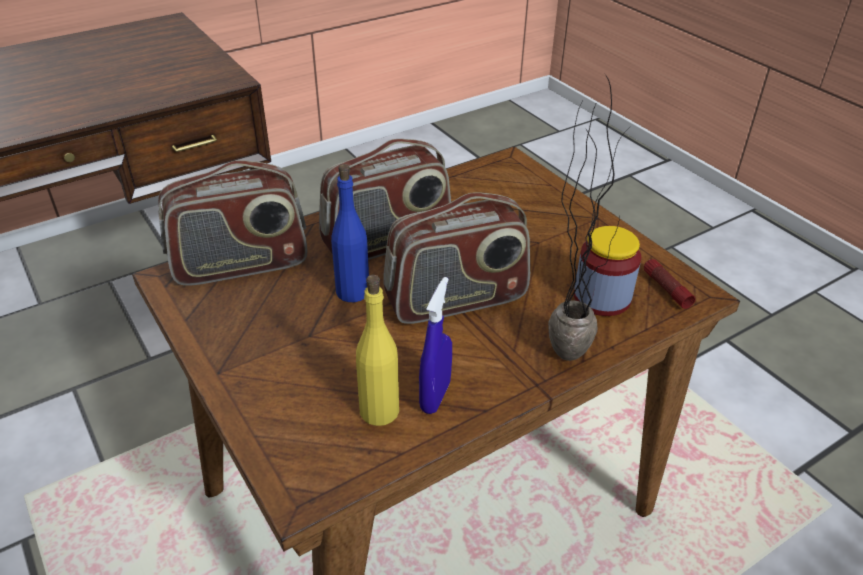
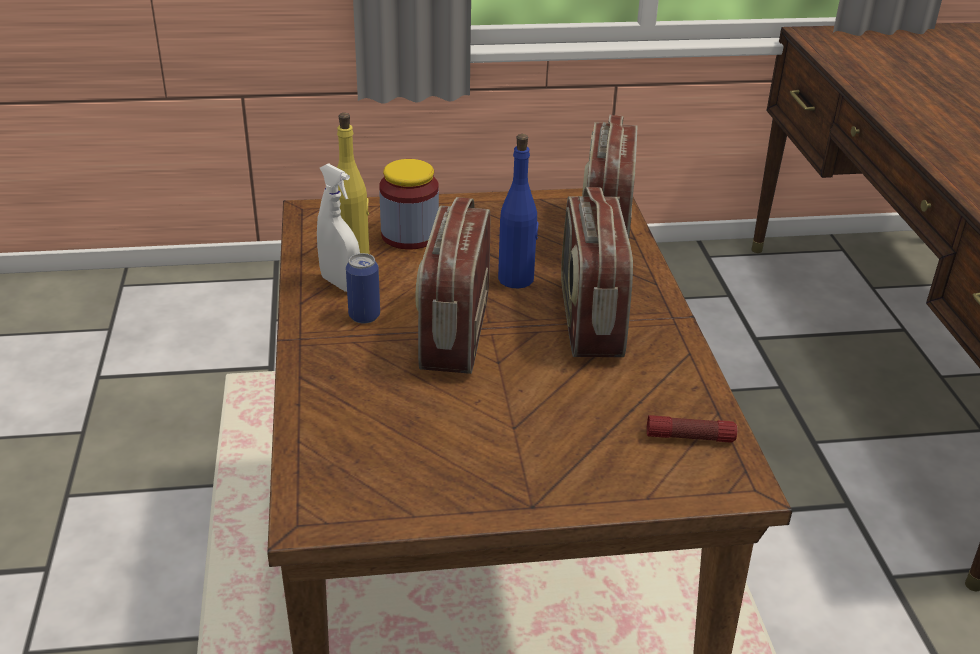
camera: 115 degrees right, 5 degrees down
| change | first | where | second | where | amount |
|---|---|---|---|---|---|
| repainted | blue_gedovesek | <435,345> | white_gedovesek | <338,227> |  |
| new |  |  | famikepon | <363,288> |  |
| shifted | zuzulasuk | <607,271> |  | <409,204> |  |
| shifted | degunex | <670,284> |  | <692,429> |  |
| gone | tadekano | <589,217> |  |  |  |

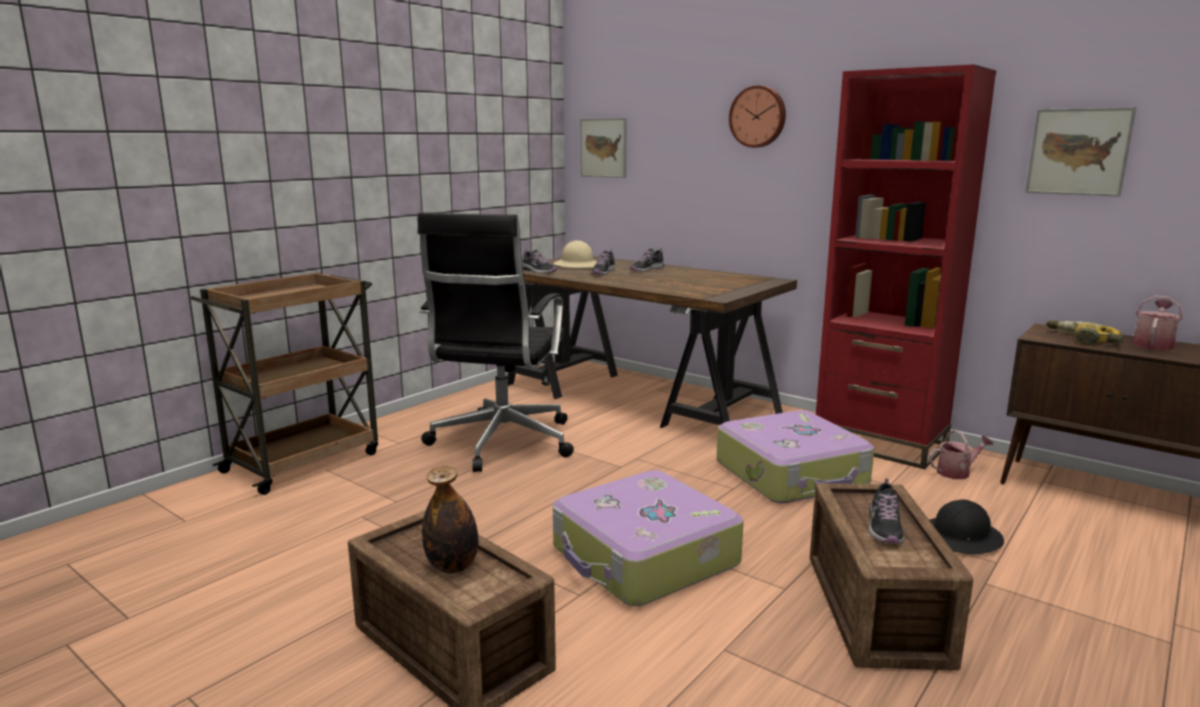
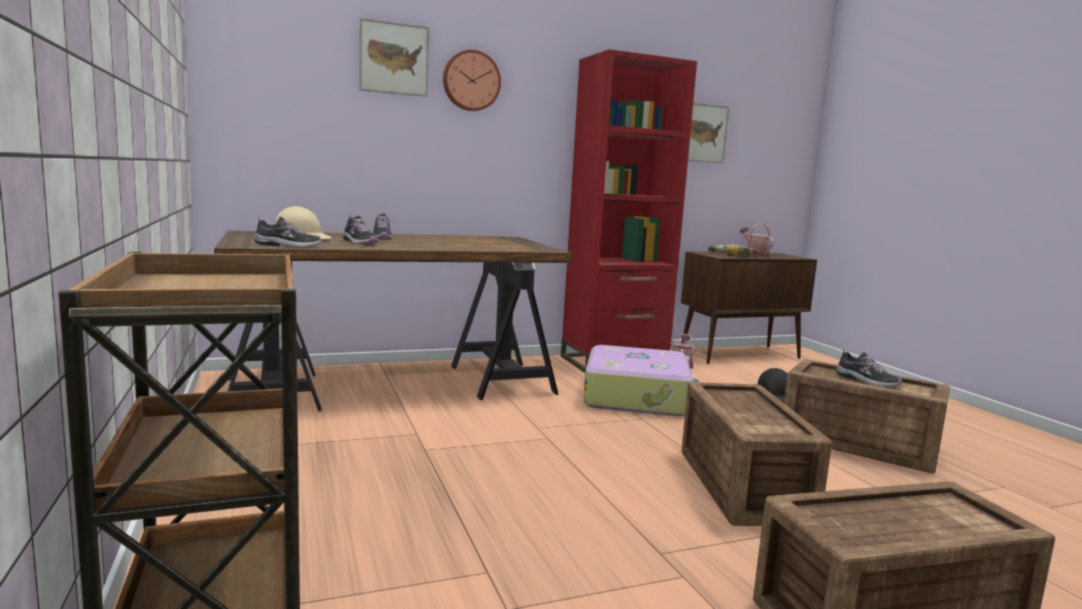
camera: 60 degrees left, 5 degrees down
| change | first | where | second | where | amount |
|---|---|---|---|---|---|
| shifted | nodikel | <603,148> |  | <394,57> |  |
| swapped | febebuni | <648,538> | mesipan | <757,454> |  |
| gone | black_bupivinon | <496,342> |  |  |  |
| gone | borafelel | <450,519> |  |  |  |

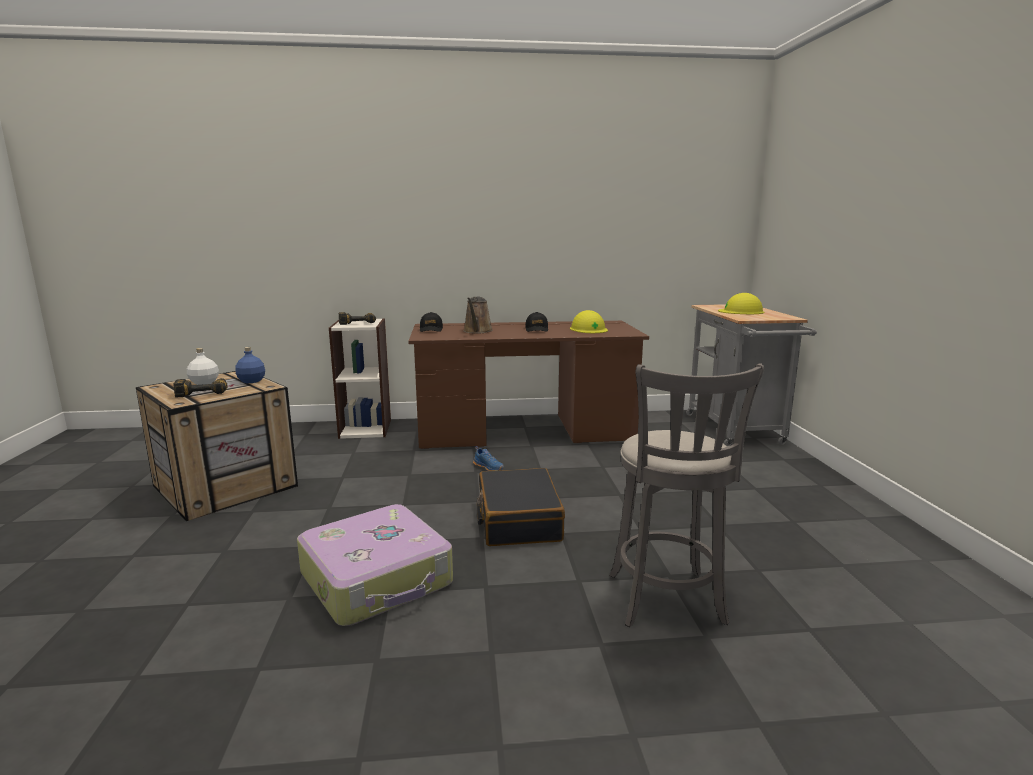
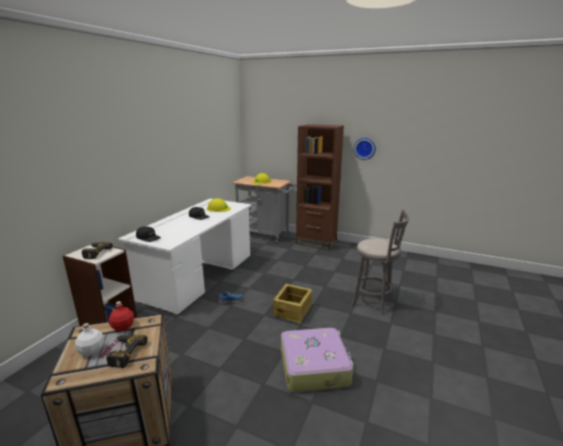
camera: 60 degrees left, 5 degrees up
| change | first | where | second | where | amount |
|---|---|---|---|---|---|
| repainted | blue_borafelel | <250,365> | red_borafelel | <121,316> |  |
| repainted | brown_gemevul | <528,385> | white_gemevul | <185,256> |  |
| swapped | black_febebuni | <520,507> | mesipan | <292,304> |  |
| new |  |  | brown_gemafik | <320,187> |  |
| new |  |  | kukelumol | <365,149> |  |
| gone | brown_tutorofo | <478,315> |  |  |  |

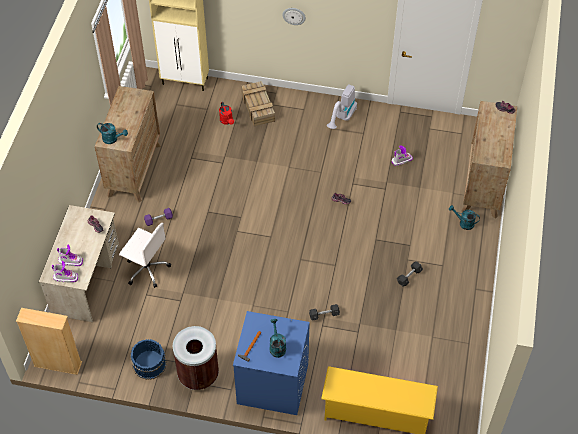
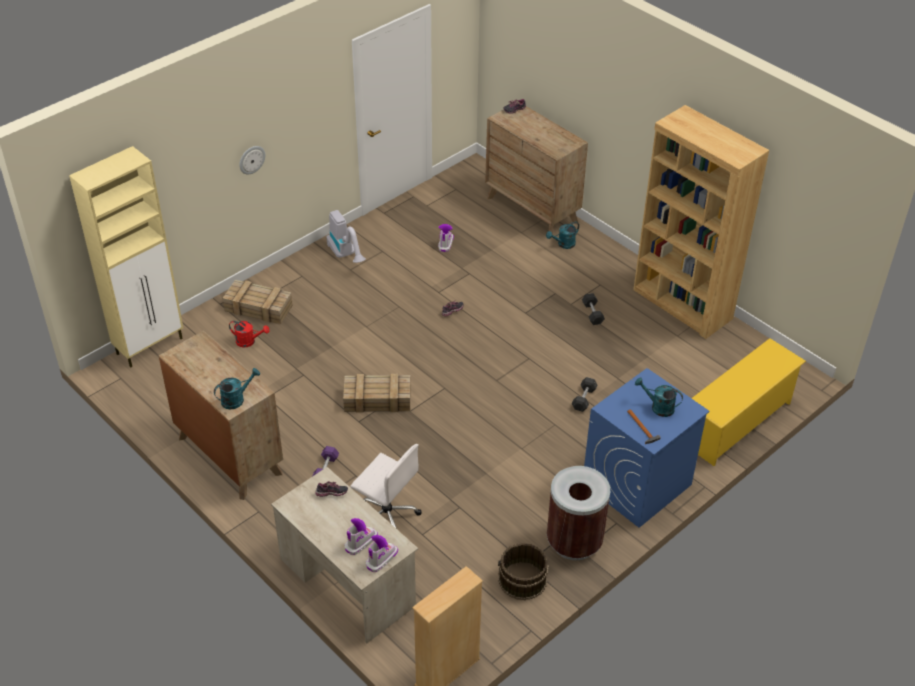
camera: 55 degrees left, 10 degrees down
| change | first | where | second | where | amount |
|---|---|---|---|---|---|
| new |  |  | mesipan | <376,393> |  |
| rotated | white_bupivinon | <145,255> |  | <386,486> | 60 degrees clockwise |
| repainted | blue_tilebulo | <148,359> | brown_tilebulo | <523,571> |  |
| new |  |  | brown_gemafik | <701,222> |  |

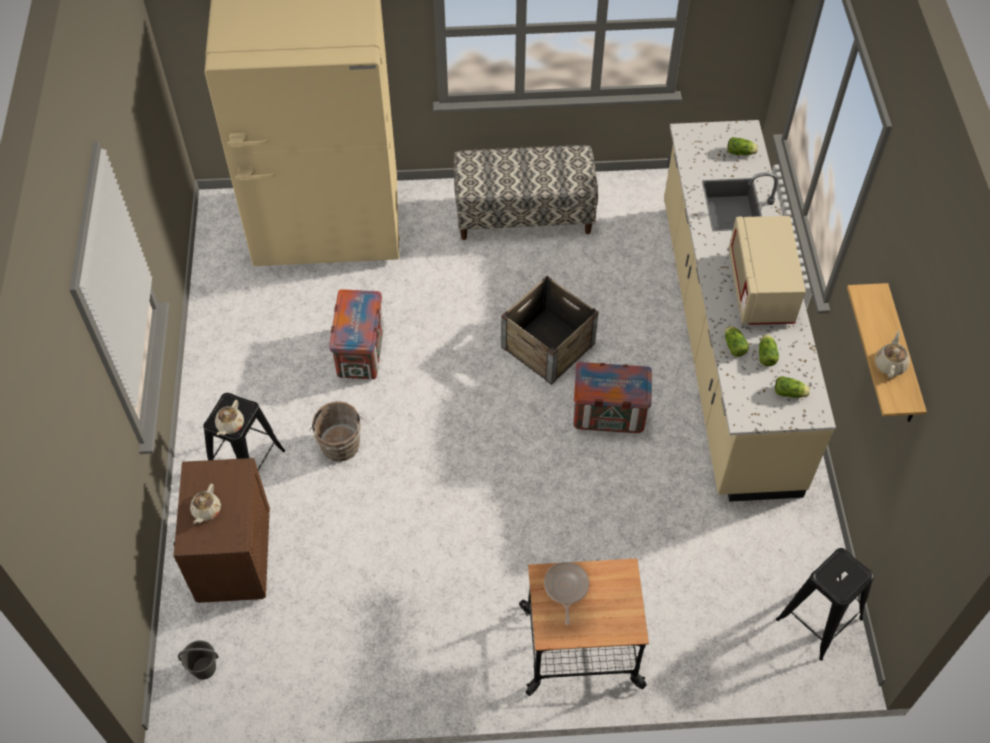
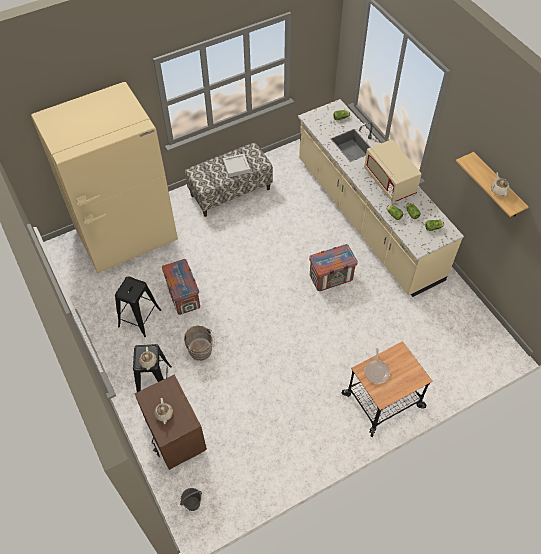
camera: 25 degrees left, 0 degrees up
| change | first | where | second | where | amount |
|---|---|---|---|---|---|
| shifted | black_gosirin | <825,604> |  | <138,306> |  |
| new |  |  | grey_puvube | <236,165> |  |
| rotated | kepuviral | <566,593> |  | <377,366> | 150 degrees counterclockwise |
| gone | mesipan | <550,330> |  |  |  |

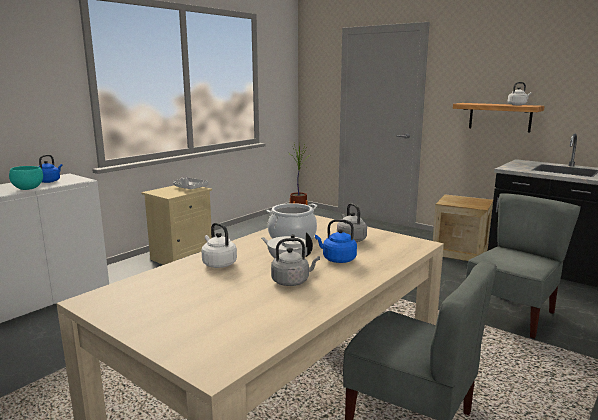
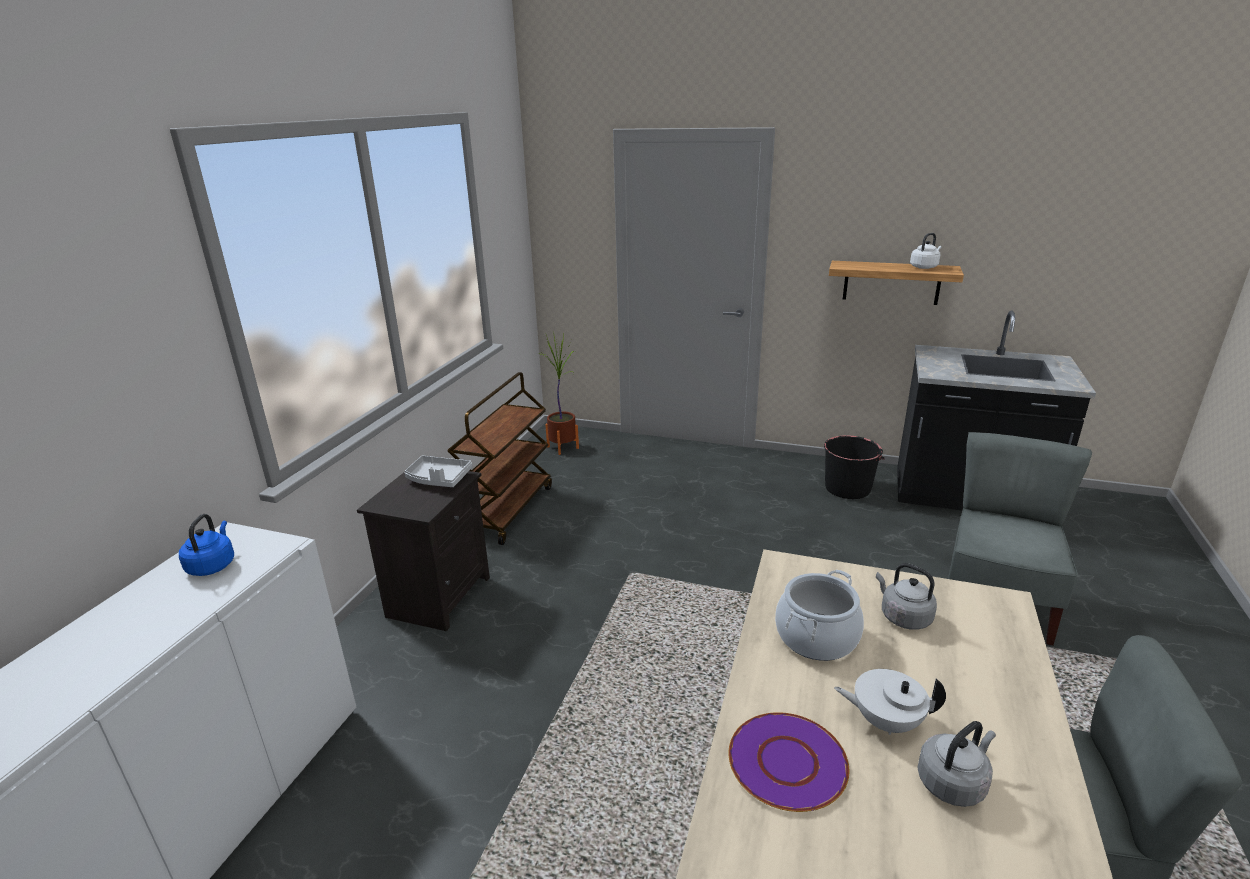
camera: 20 degrees left, 10 degrees up
| change | first | where | second | where | amount |
|---|---|---|---|---|---|
| repainted | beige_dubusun | <176,225> | black_dubusun | <423,551> |  |
| new |  |  | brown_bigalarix | <500,458> |  |
| swapped | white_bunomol | <219,245> | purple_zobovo | <788,762> |  |
| swapped | mesipan | <463,227> | black_tilebulo | <854,467> |  |
| gone | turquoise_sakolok | <26,178> |  |  |  |
| gone | blue_bunomol | <336,241> |  |  |  |

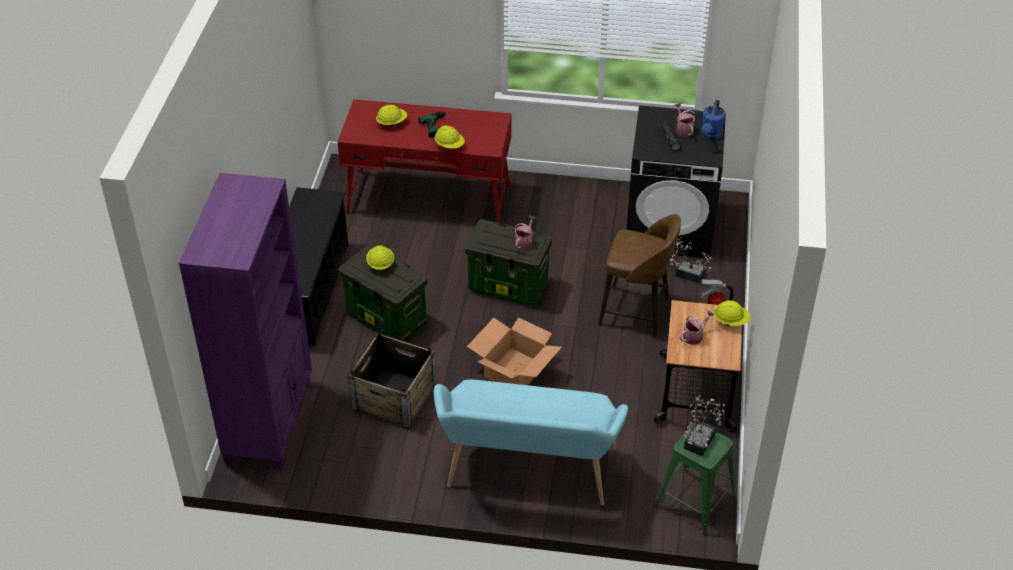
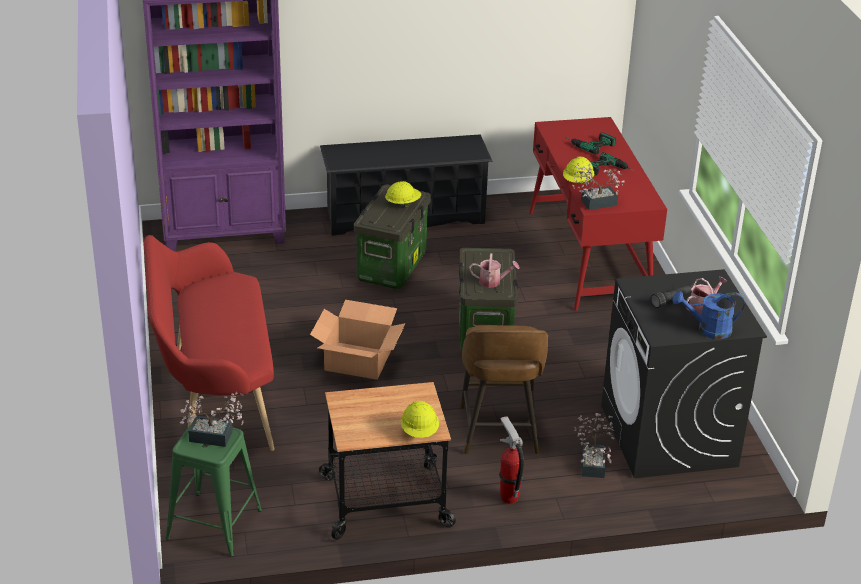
camera: 70 degrees right, 10 degrees down
| change | first | where | second | where | amount |
|---|---|---|---|---|---|
| repainted | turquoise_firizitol | <531,442> | red_firizitol | <209,343> |  |
| swapped | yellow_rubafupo | <391,116> | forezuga | <591,143> |  |
| new |  |  | tadekano | <598,186> |  |
| gone | mesipan | <392,380> |  |  |  |
| gone | tutorofo | <697,327> |  |  |  |

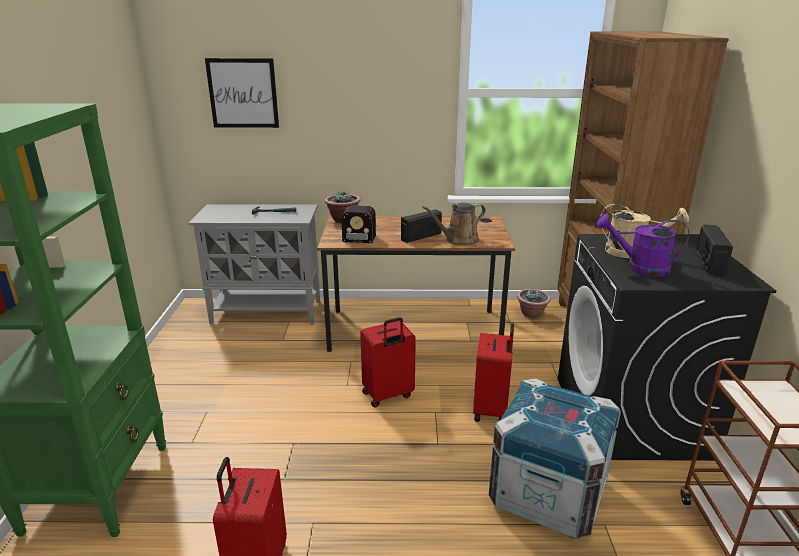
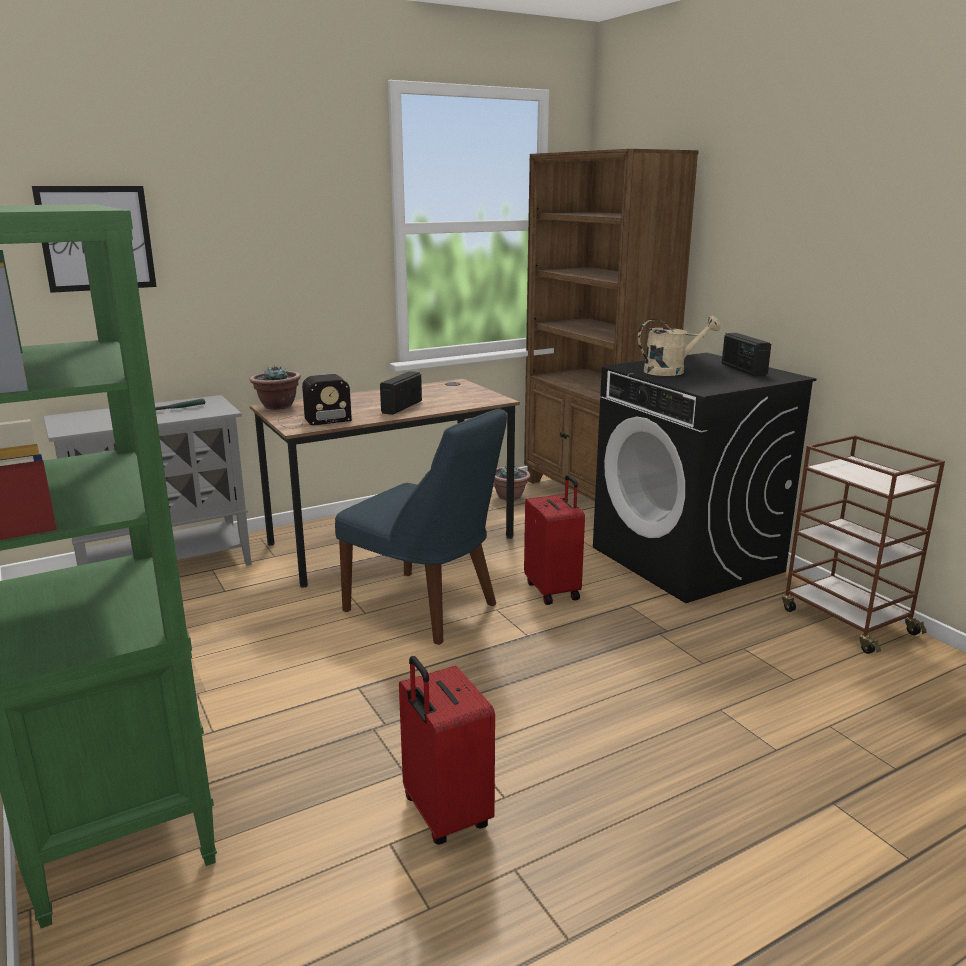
camera: 30 degrees left, 5 degrees down
| change | first | where | second | where | amount |
|---|---|---|---|---|---|
| swapped | red_febebuni | <388,362> | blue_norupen | <421,526> |  |
| gone | brown_tutorofo | <454,224> |  |  |  |
| gone | mesipan | <555,458> |  |  |  |
| gone | purple_tutorofo | <642,245> |  |  |  |

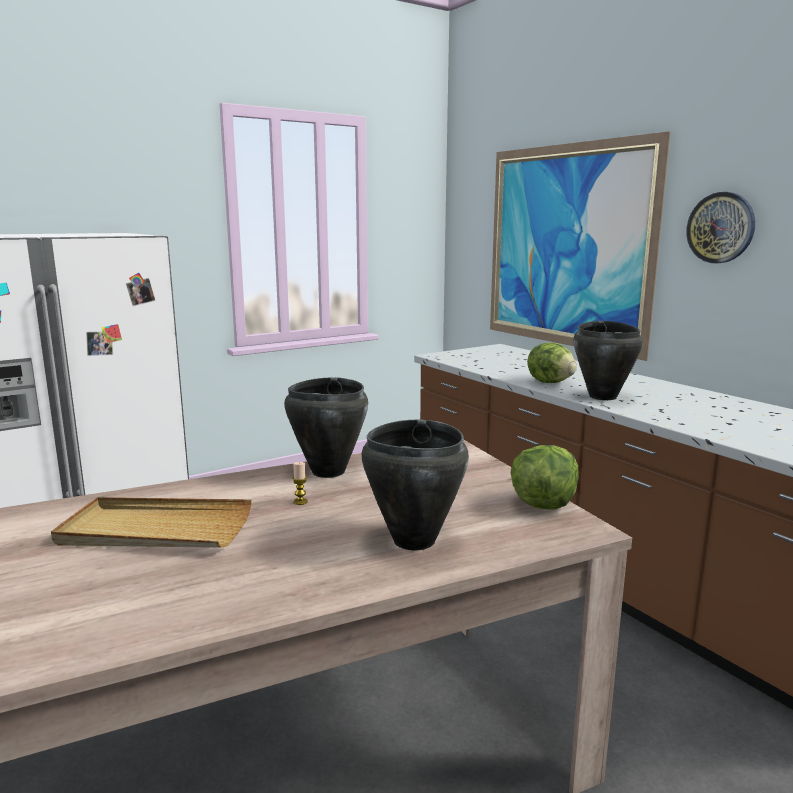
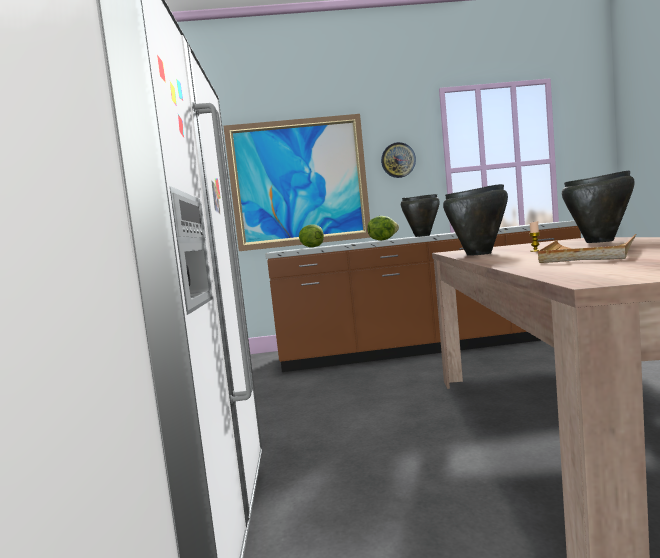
camera: 60 degrees left, 10 degrees down
| change | first | where | second | where | amount |
|---|---|---|---|---|---|
| shifted | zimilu | <545,477> |  | <311,235> |  |

